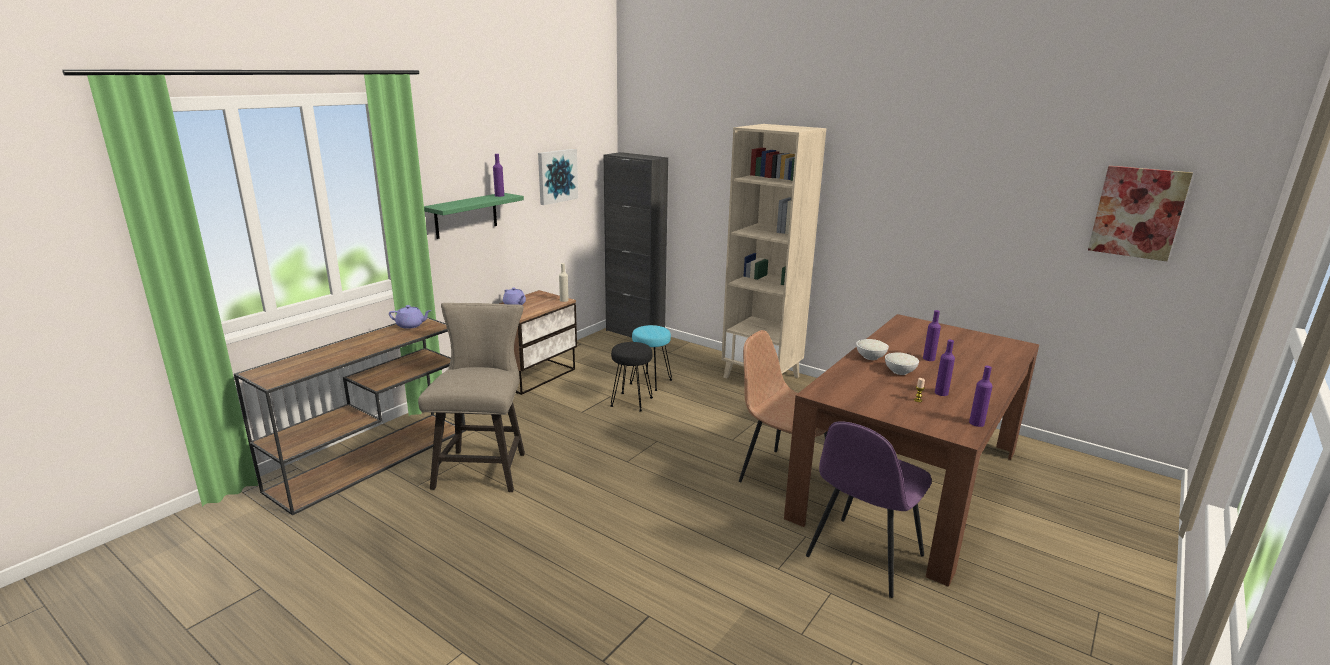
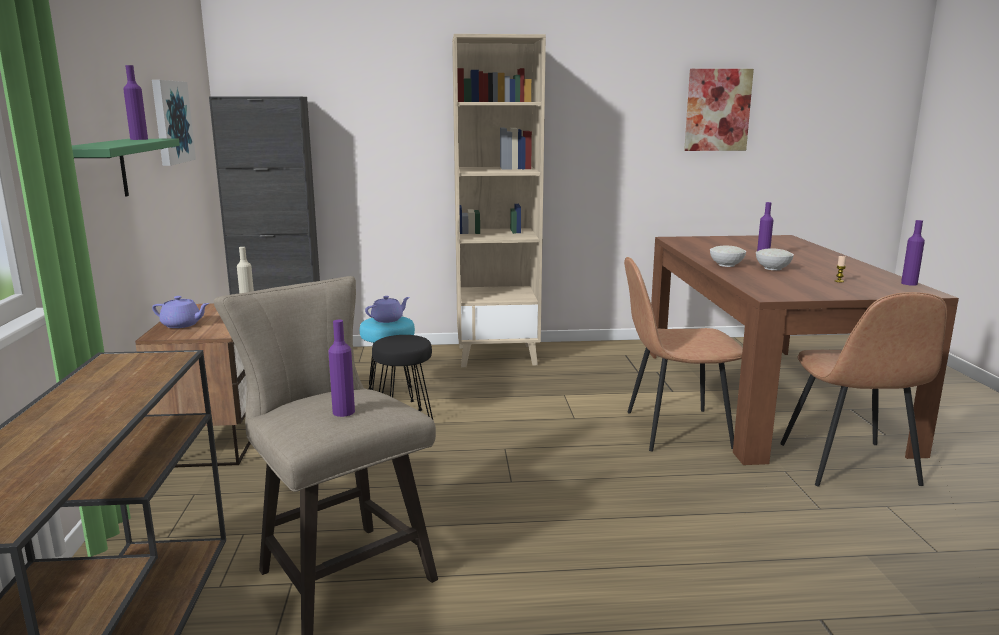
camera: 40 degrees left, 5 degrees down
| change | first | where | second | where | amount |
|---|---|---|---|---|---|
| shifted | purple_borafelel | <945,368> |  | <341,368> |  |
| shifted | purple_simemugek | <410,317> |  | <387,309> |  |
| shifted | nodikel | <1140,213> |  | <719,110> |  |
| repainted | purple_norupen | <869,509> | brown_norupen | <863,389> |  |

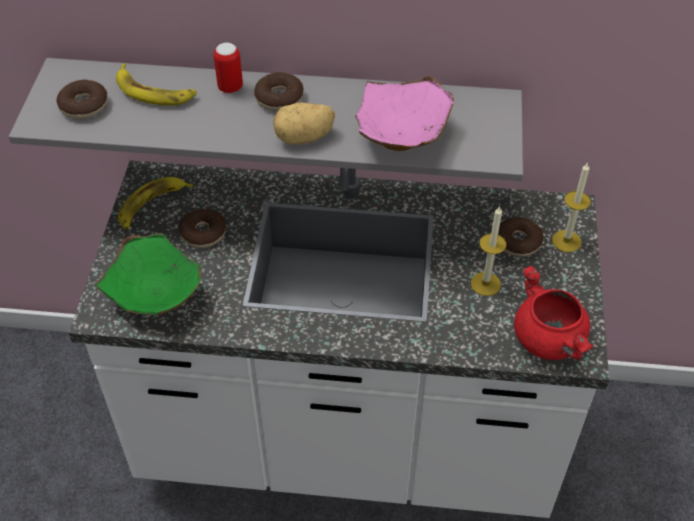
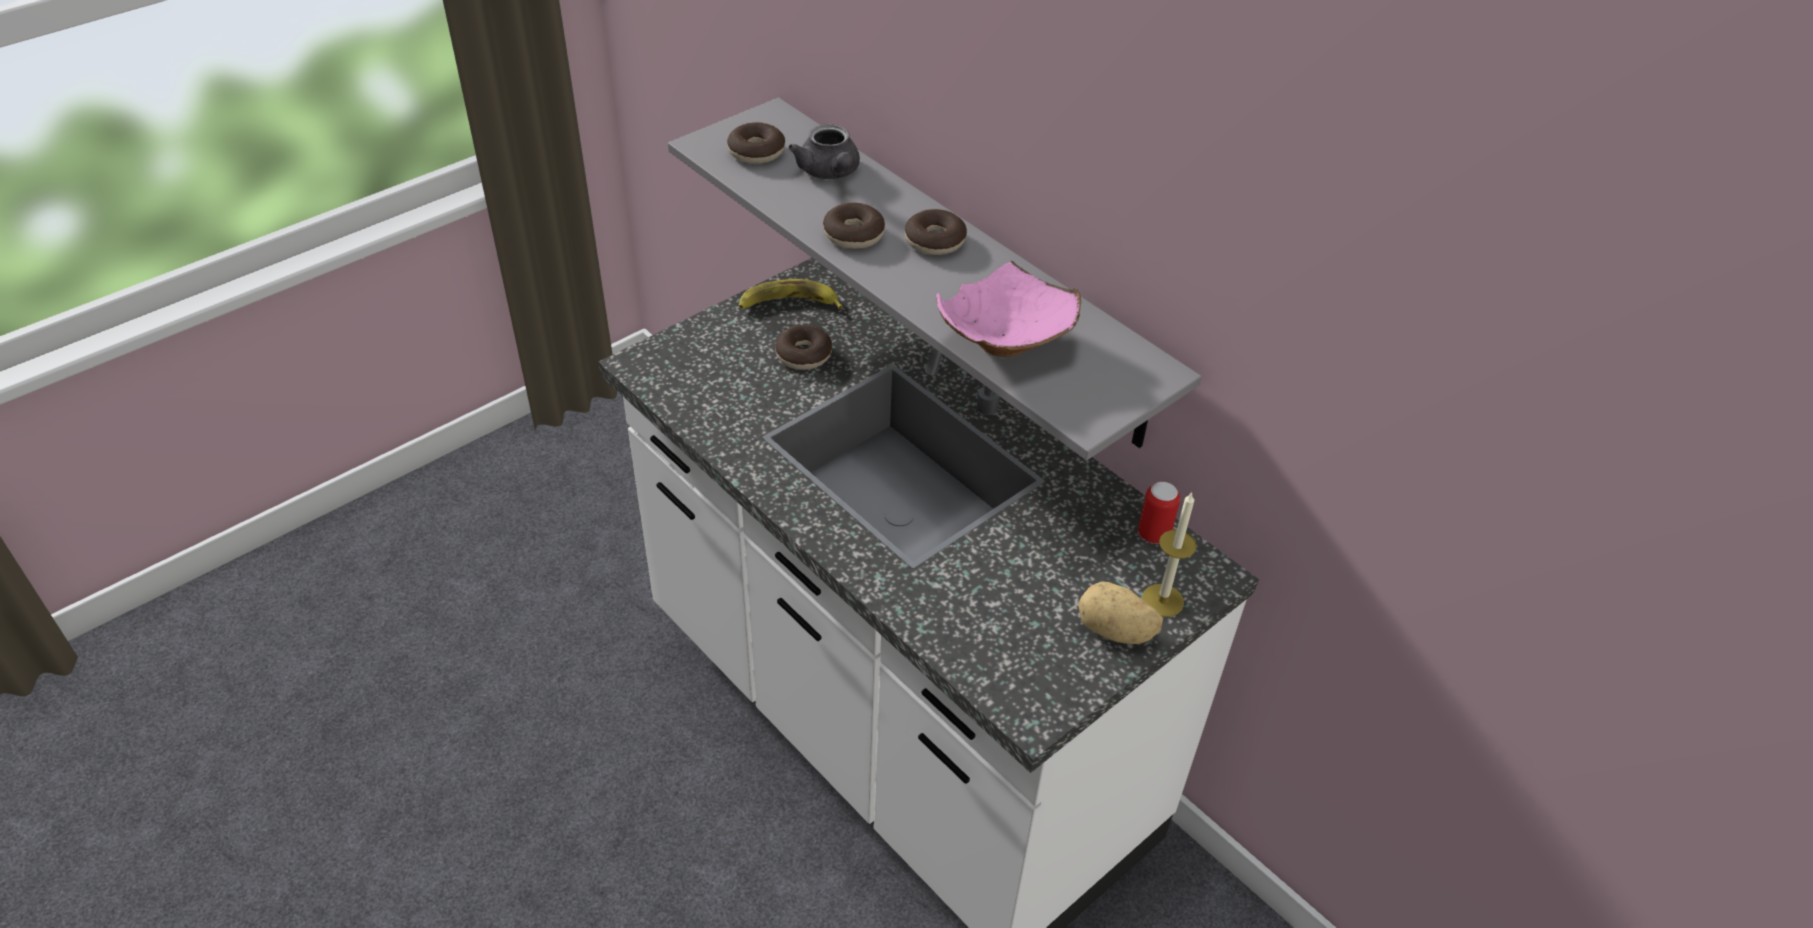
camera: 40 degrees right, 5 degrees down
| change | first | where | second | where | amount |
|---|---|---|---|---|---|
| swapped | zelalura | <156,85> | grey_simemugek | <824,151> |  |
| shifted | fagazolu | <520,237> |  | <854,225> |  |
| shifted | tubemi | <304,123> |  | <1120,613> |  |
| shifted | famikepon | <228,68> |  | <1159,513> |  |
| gone | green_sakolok | <148,274> |  |  |  |
| gone | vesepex | <488,251> |  |  |  |
| gone | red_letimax | <554,313> |  |  |  |

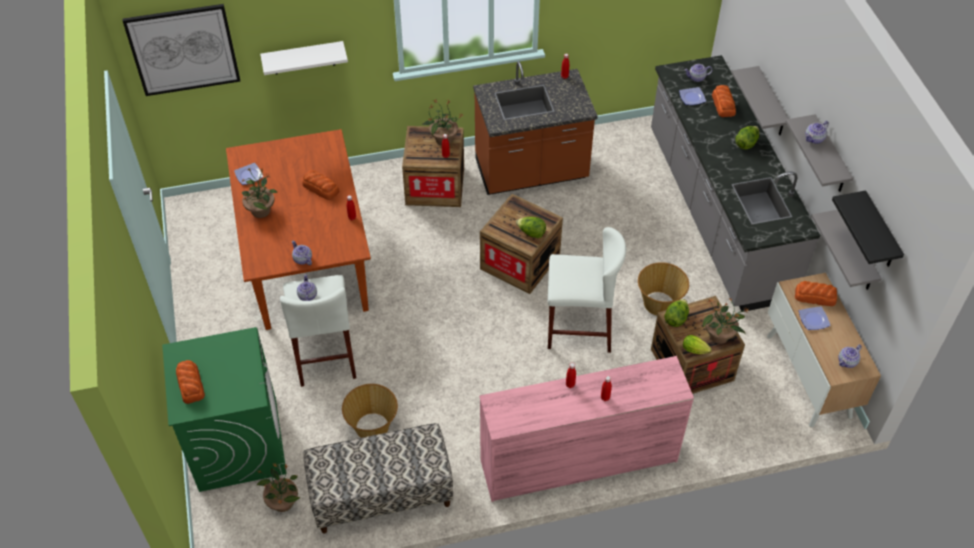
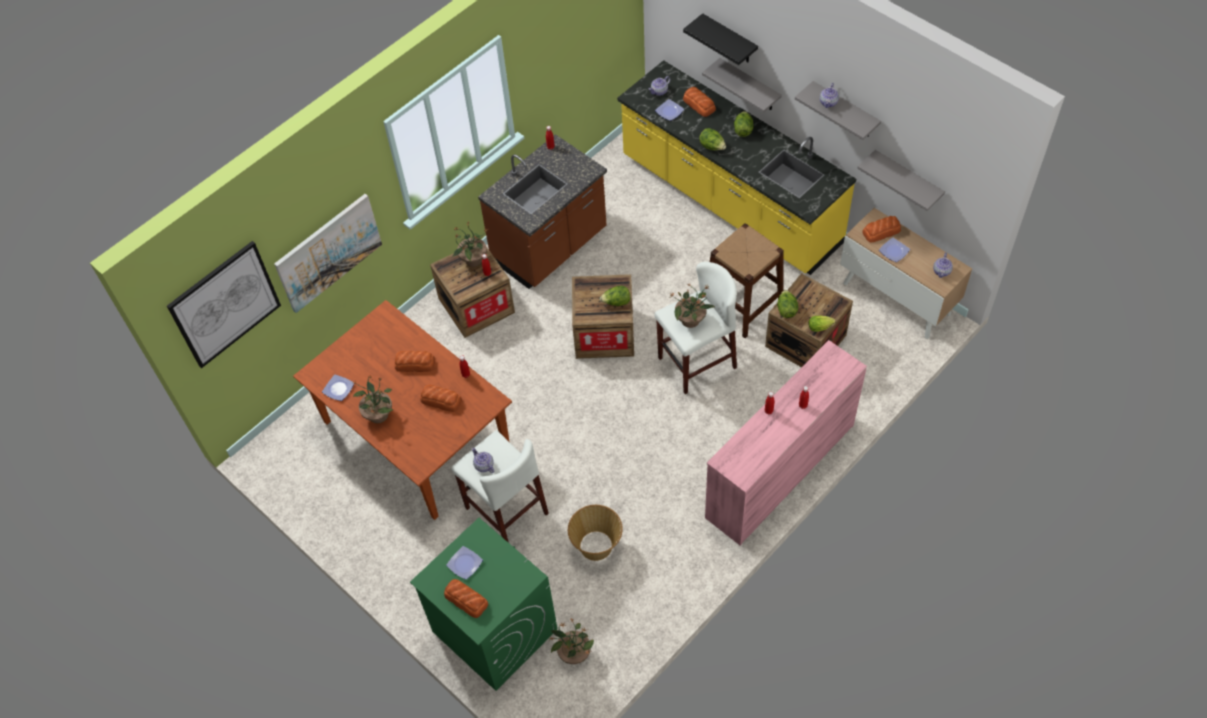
camera: 30 degrees left, 5 degrees up
| change | first | where | second | where | amount |
|---|---|---|---|---|---|
| swapped | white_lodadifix | <304,58> | nodikel | <328,253> |  |
| new |  |  | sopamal | <441,398> |  |
| new |  |  | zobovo | <464,562> |  |
| repainted | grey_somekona | <735,183> | yellow_somekona | <736,167> |  |
| shifted | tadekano | <726,321> |  | <693,306> |  |
| shifted | black_lodadifix | <868,229> |  | <720,39> |  |
| new |  |  | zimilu | <712,139> |  |
| swapped | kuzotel | <663,288> | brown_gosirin | <747,280> |  |
| gone | simemugek | <302,253> |  |  |  |
| gone | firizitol | <378,478> |  |  |  |

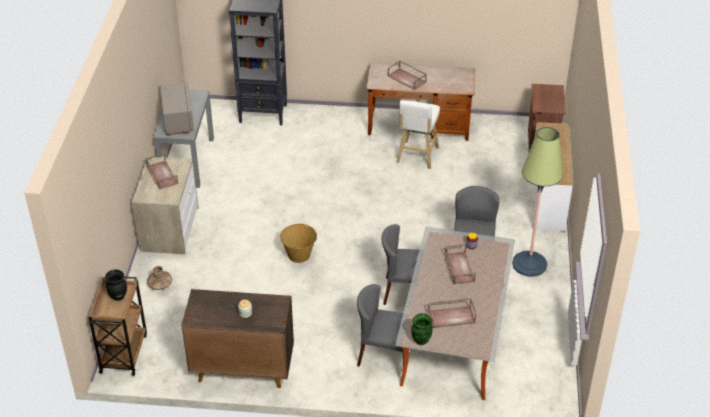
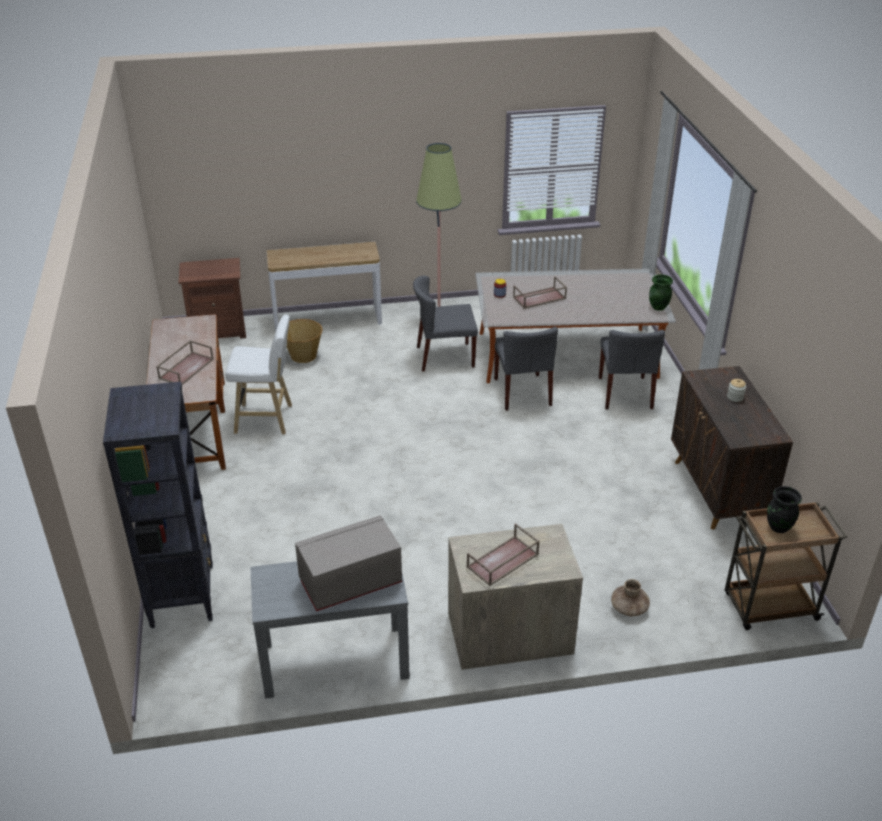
camera: 105 degrees left, 5 degrees down
| change | first | where | second | where | amount |
|---|---|---|---|---|---|
| shifted | kuzotel | <298,243> |  | <304,341> |  |
| gone | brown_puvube | <452,313> |  |  |  |

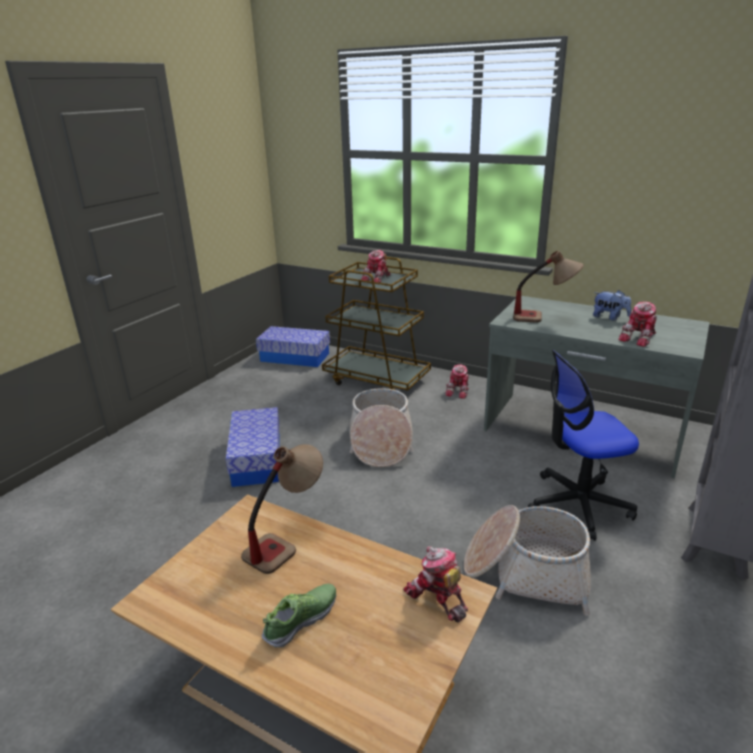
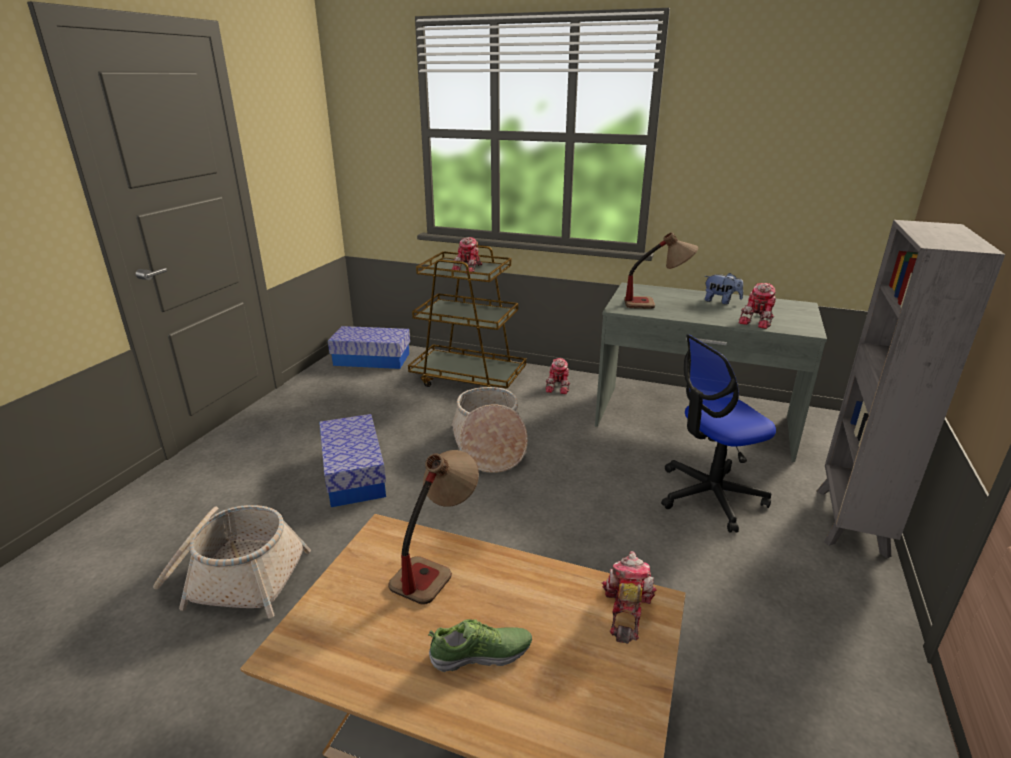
camera: 10 degrees left, 0 degrees up
| change | first | where | second | where | amount |
|---|---|---|---|---|---|
| shifted | kuzotel | <527,560> |  | <232,562> |  |
| rotated | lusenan | <299,615> |  | <480,645> | 45 degrees clockwise |
| rotated | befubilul | <435,584> |  | <629,597> | 60 degrees clockwise |

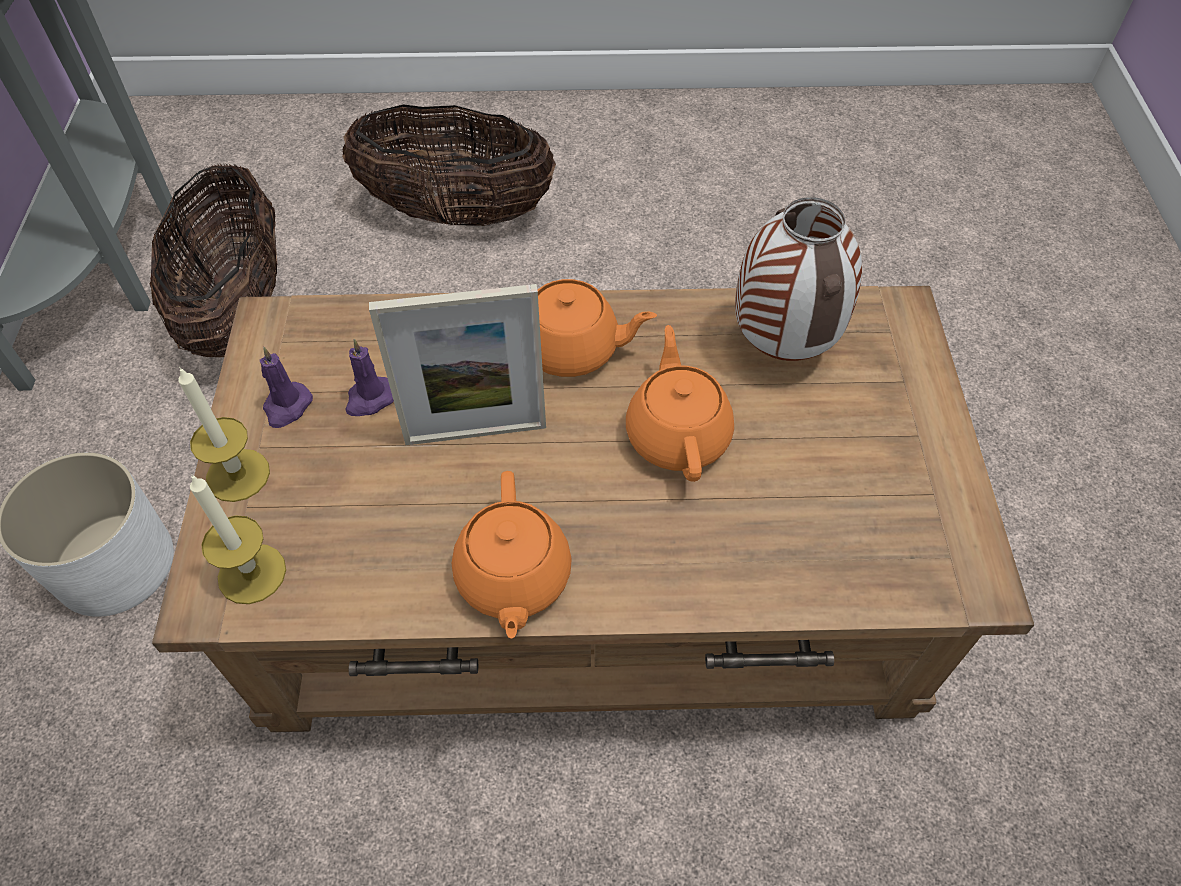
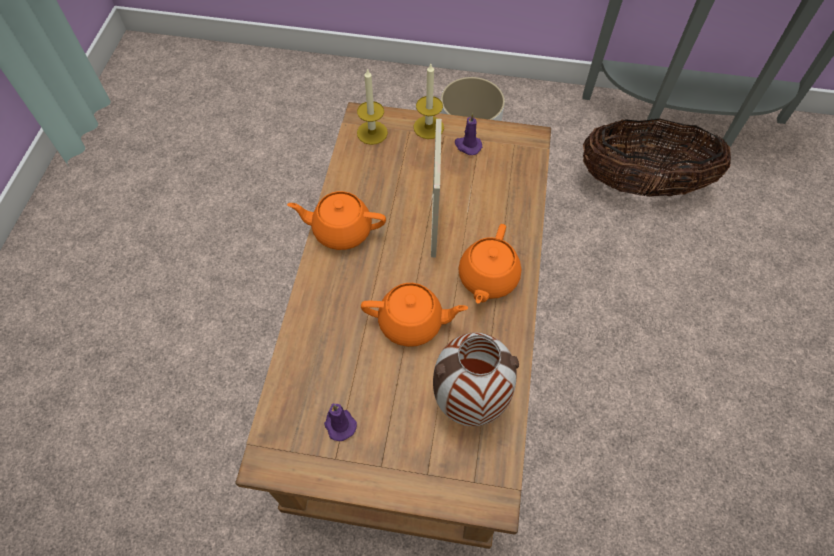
camera: 100 degrees right, 5 degrees up
| change | first | where | second | where | amount |
|---|---|---|---|---|---|
| shifted | purple_vesepex | <369,377> |  | <340,422> |  |
| gone | kuzotel | <449,165> |  |  |  |

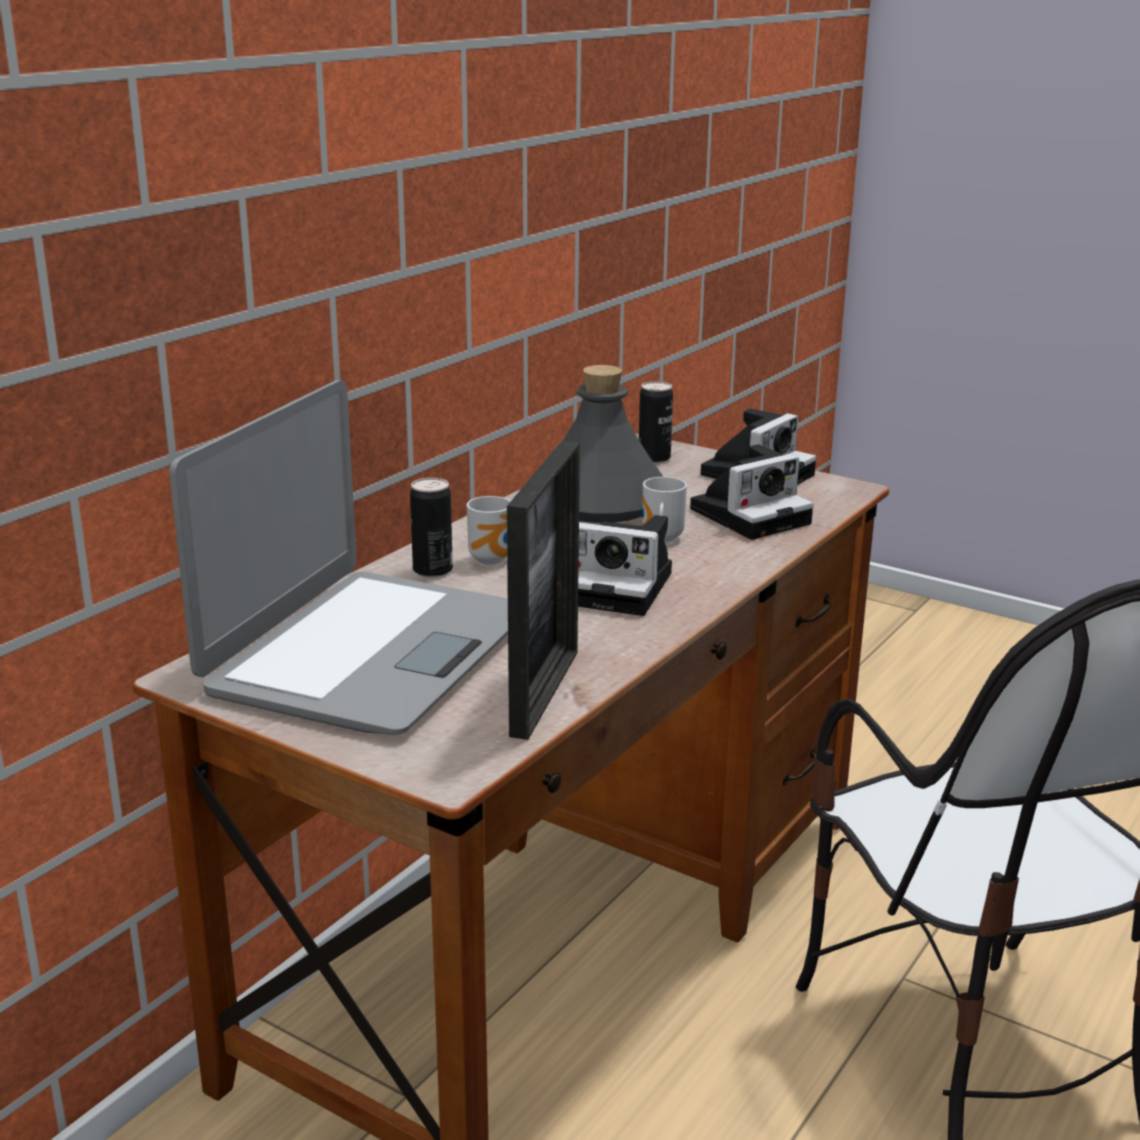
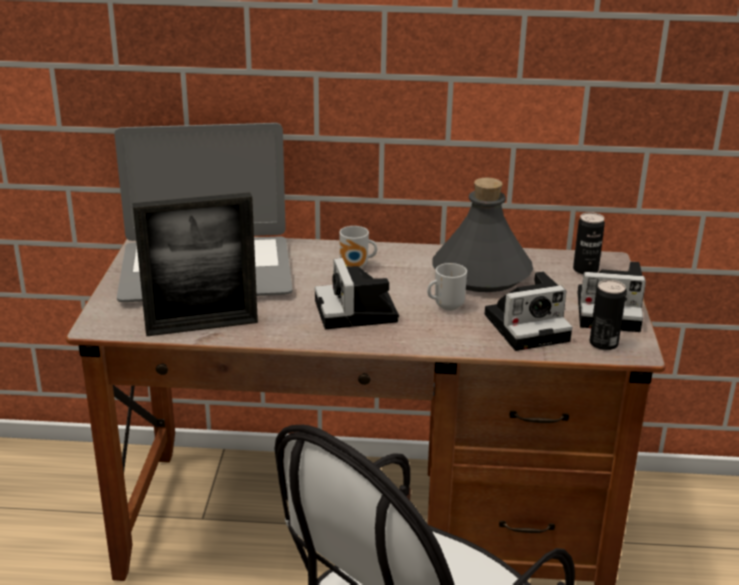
camera: 60 degrees right, 5 degrees up
| change | first | where | second | where | amount |
|---|---|---|---|---|---|
| rotated | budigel | <752,492> |  | <528,311> | 45 degrees counterclockwise |
| shifted | famikepon | <431,527> |  | <608,315> |  |

